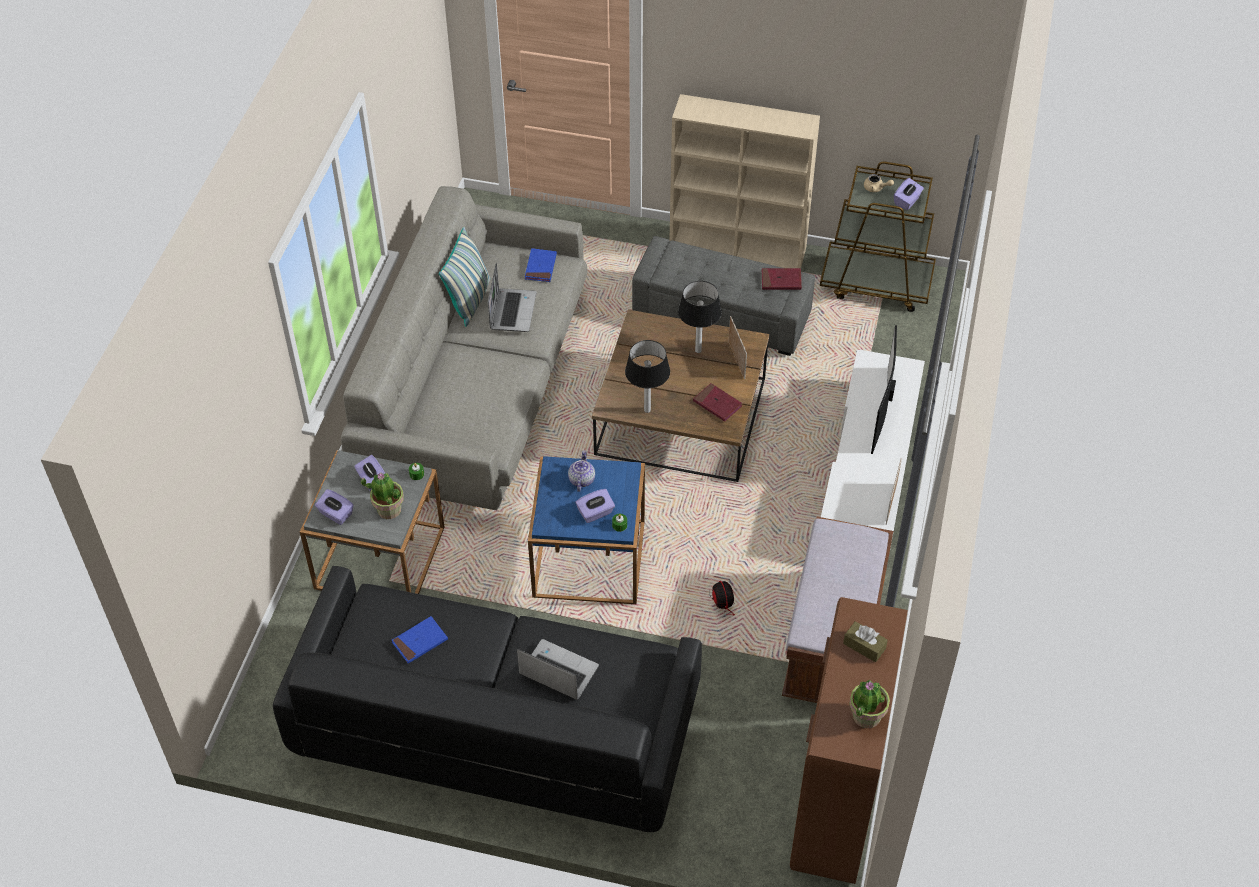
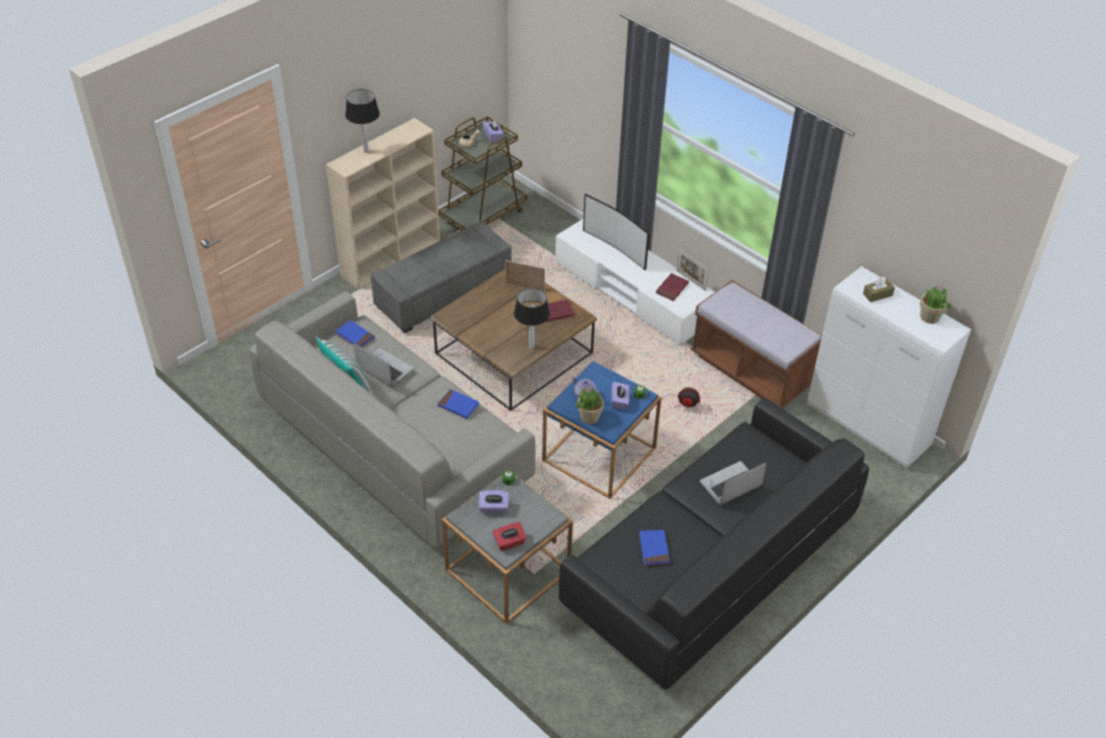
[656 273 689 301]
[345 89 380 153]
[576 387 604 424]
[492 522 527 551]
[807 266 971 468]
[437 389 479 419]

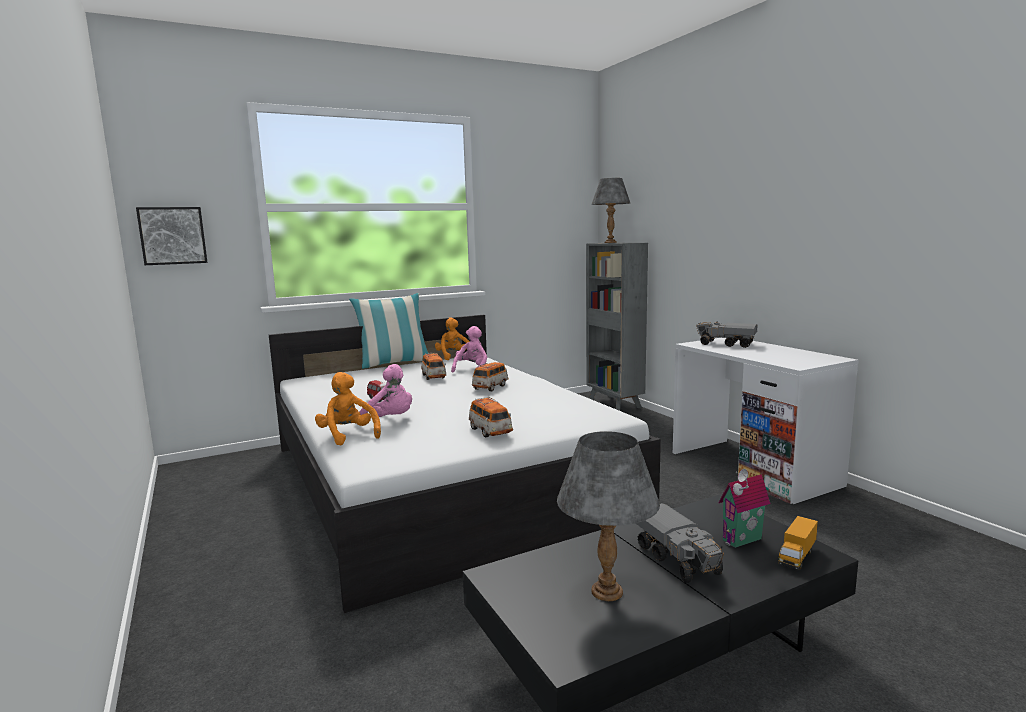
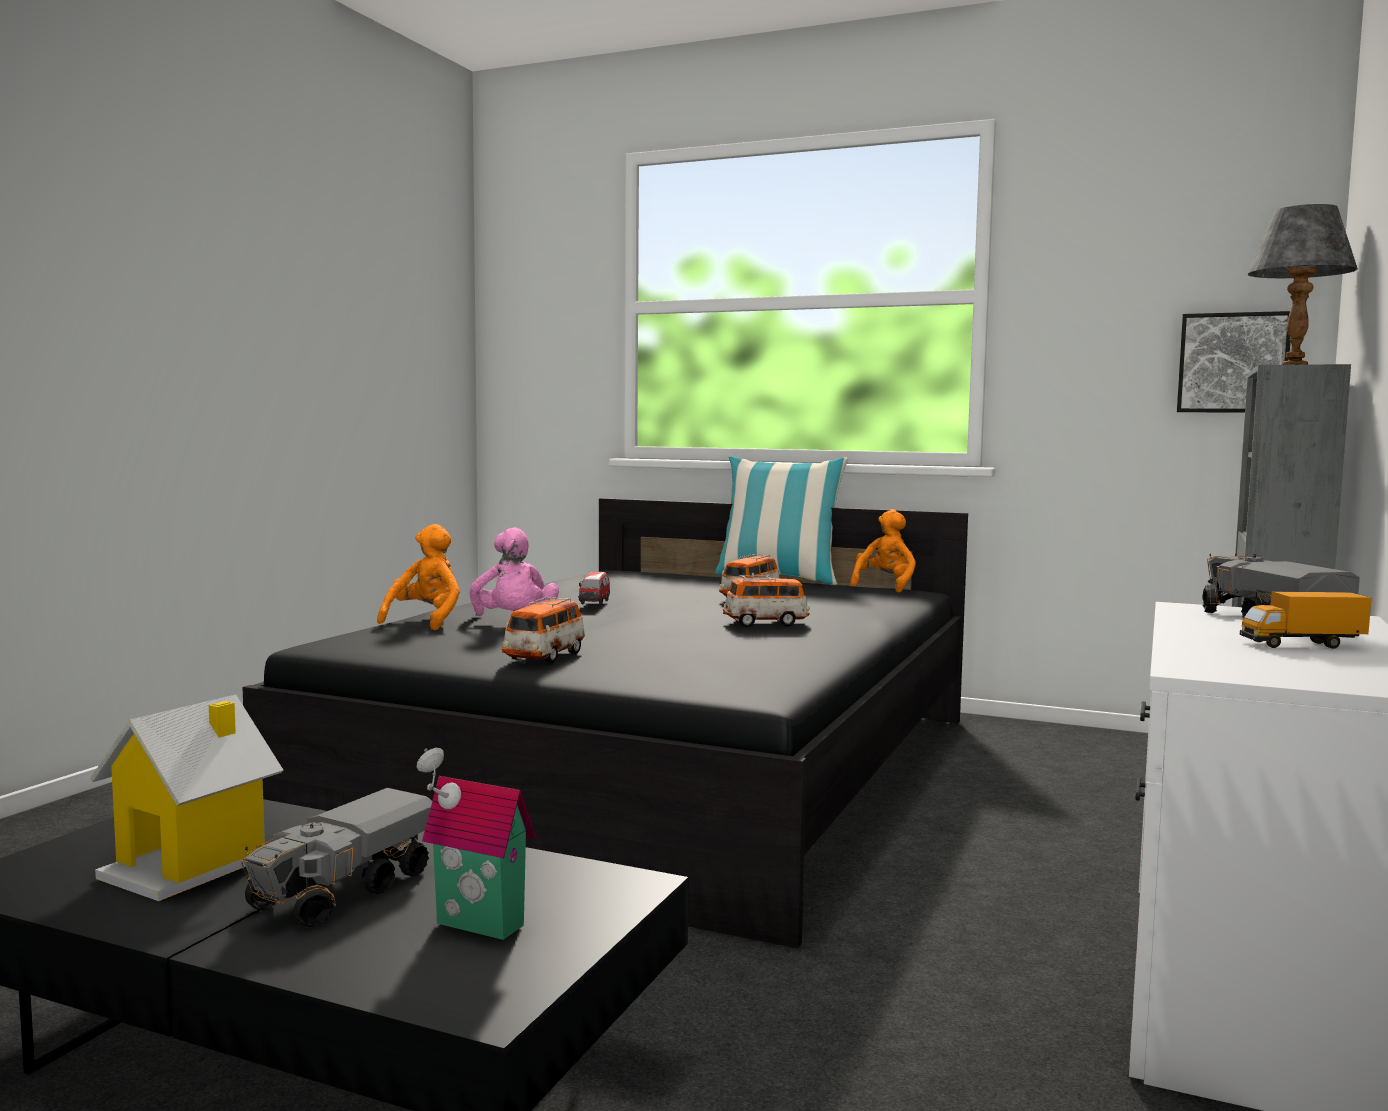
[1177 311 1290 413]
[242 498 968 948]
[451 326 487 373] (first image)
[90 695 283 901]
[1240 592 1371 649]

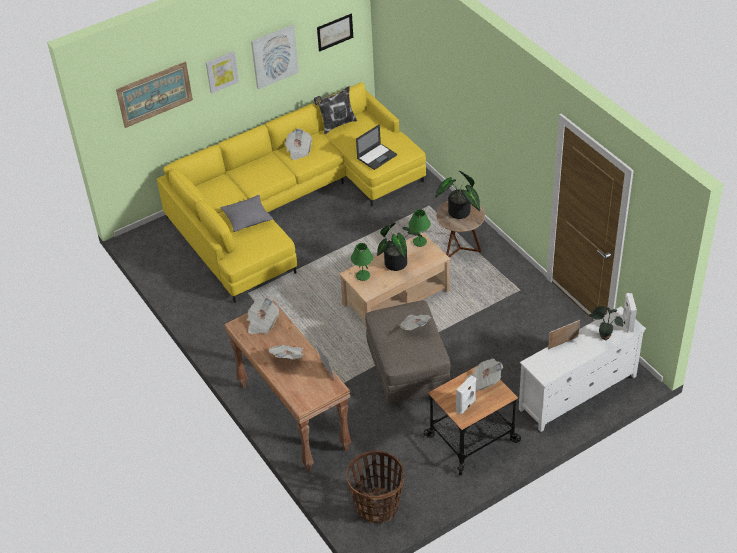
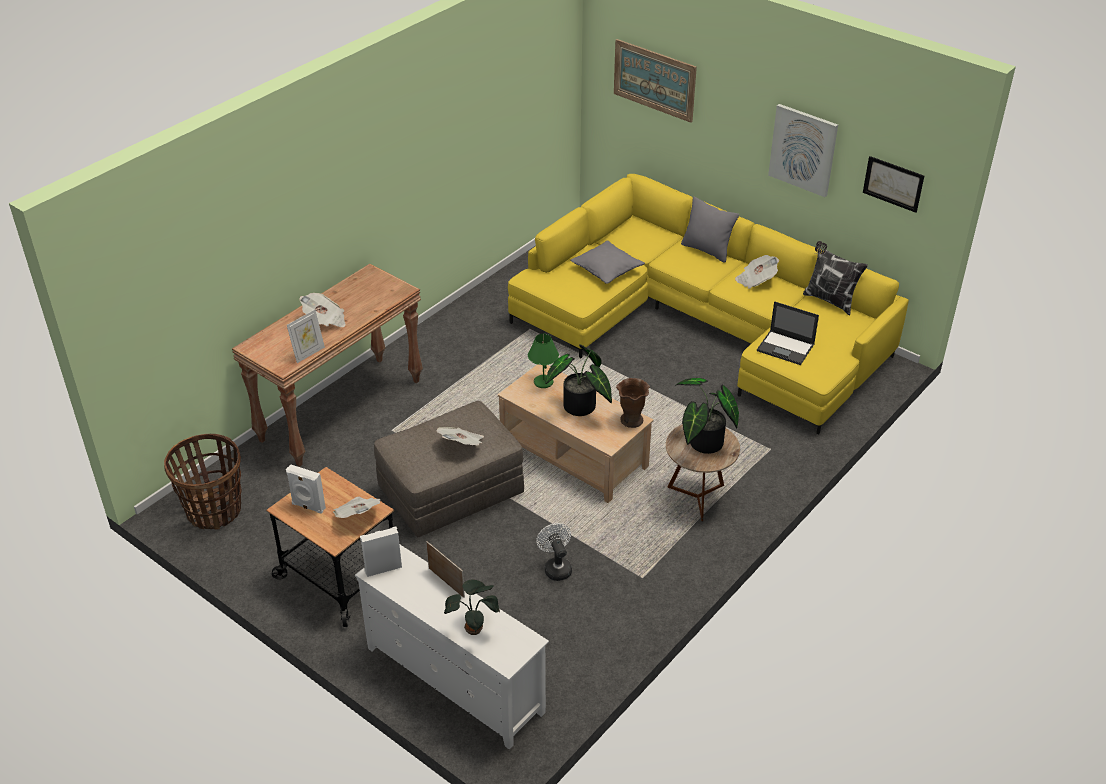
[206 51 239 93] (first image)
[616 378 650 428]
[360 527 402 577]
[247 297 279 334] (first image)
[681 197 739 262]
[536 523 572 581]

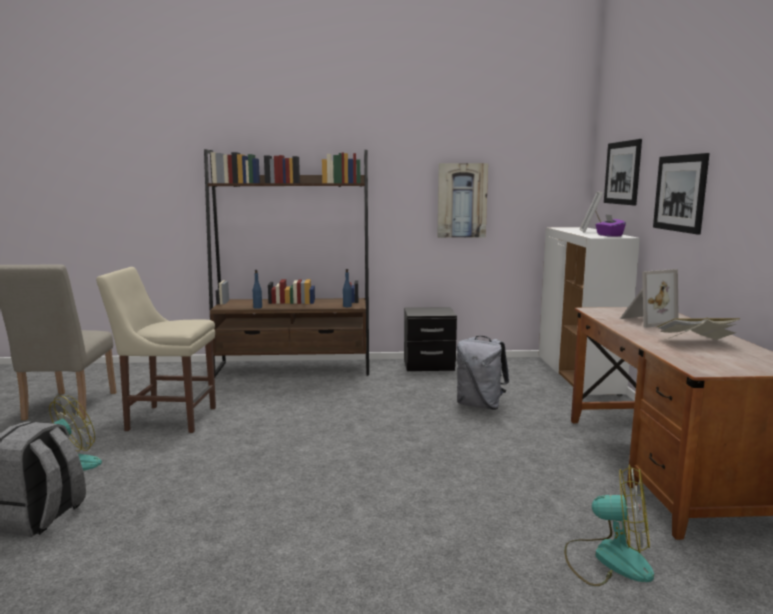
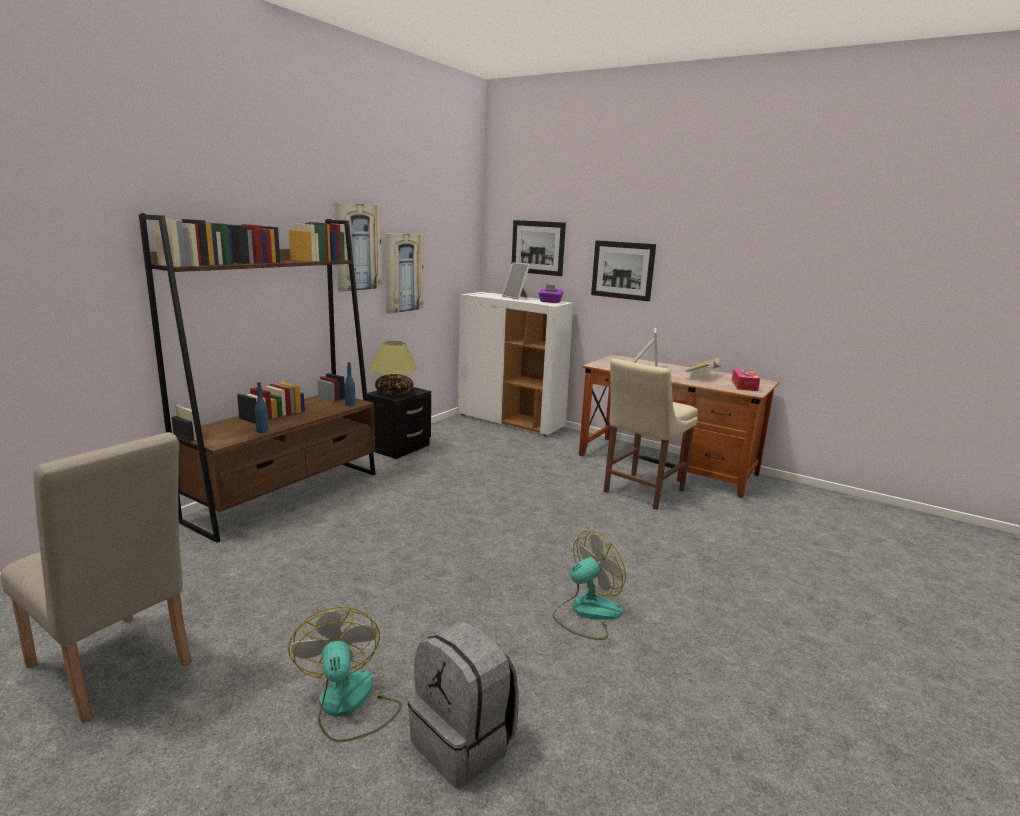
[604 358 698 510]
[457 336 509 410] (first image)
[553 531 626 640]
[335 203 382 292]
[370 341 418 395]
[732 369 760 391]

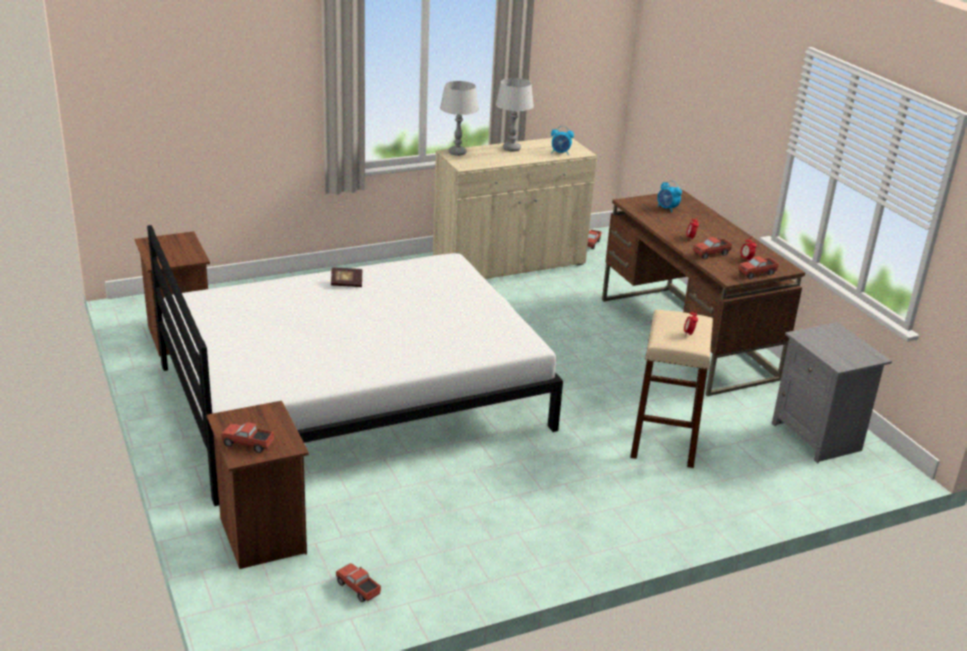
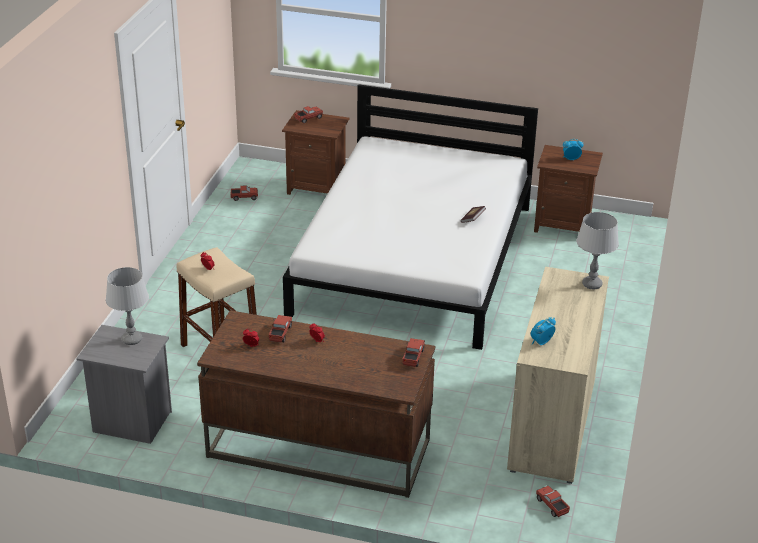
[106 267 149 345]
[563 139 583 160]
[402 338 425 367]

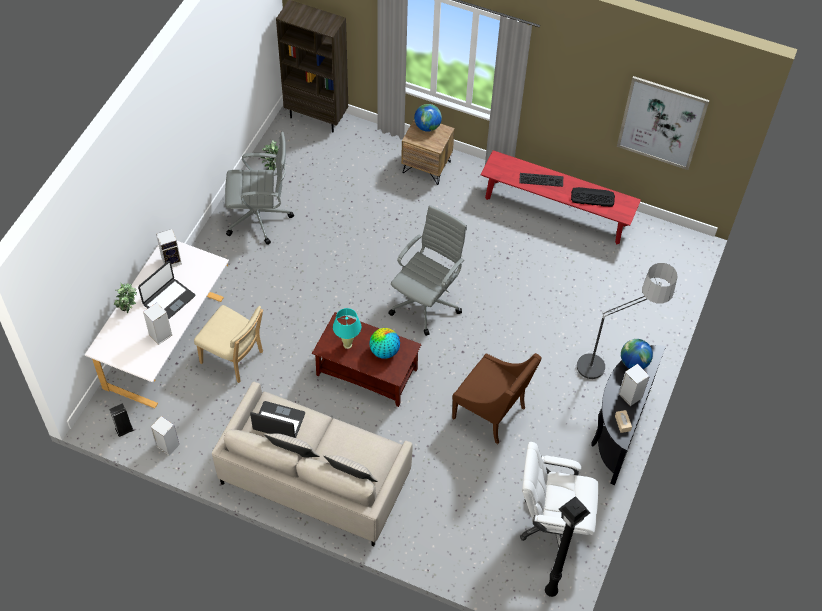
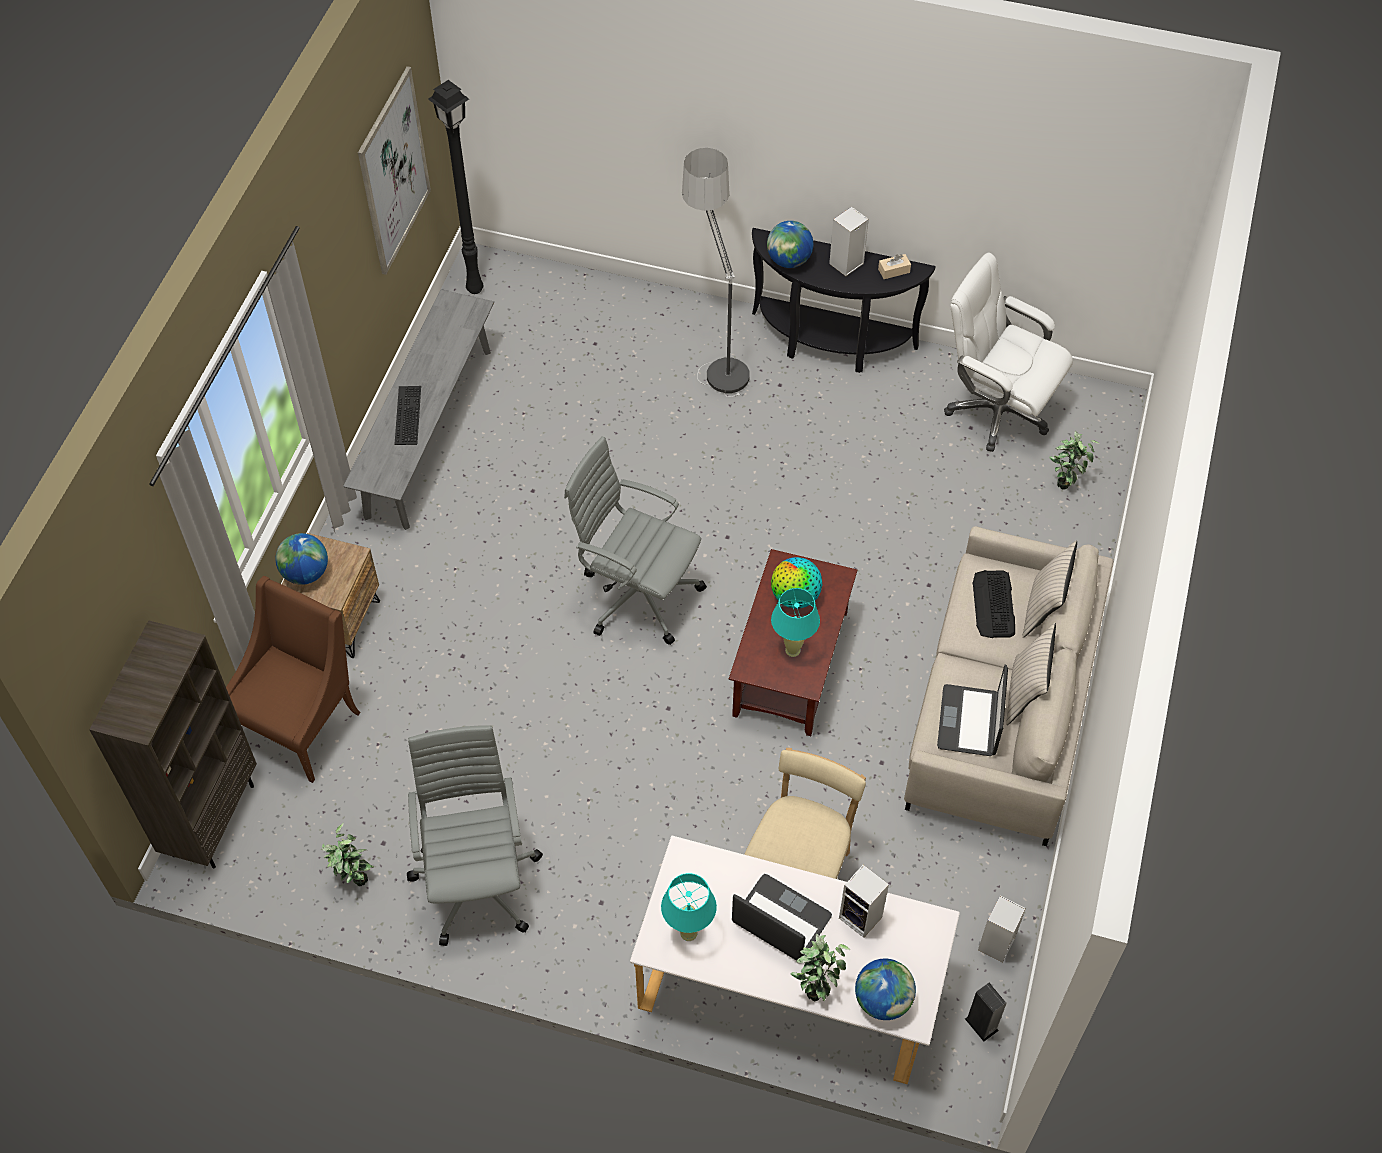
[343 290 494 530]
[972 570 1015 638]
[661 873 717 941]
[226 576 360 783]
[944 253 1073 452]
[428 80 484 294]
[1049 431 1100 490]
[855 959 916 1020]

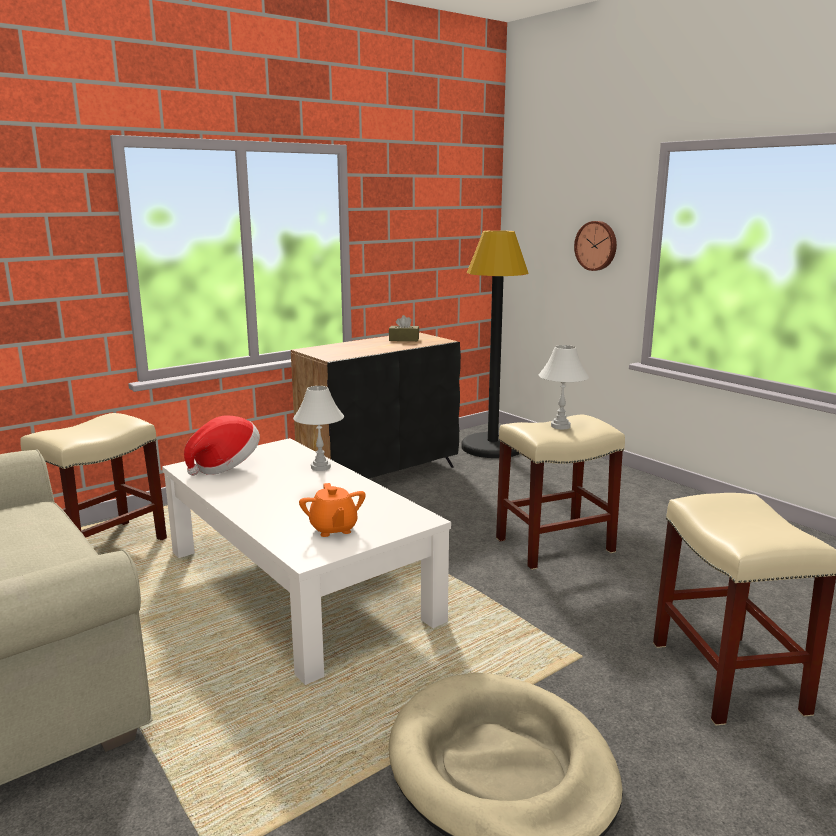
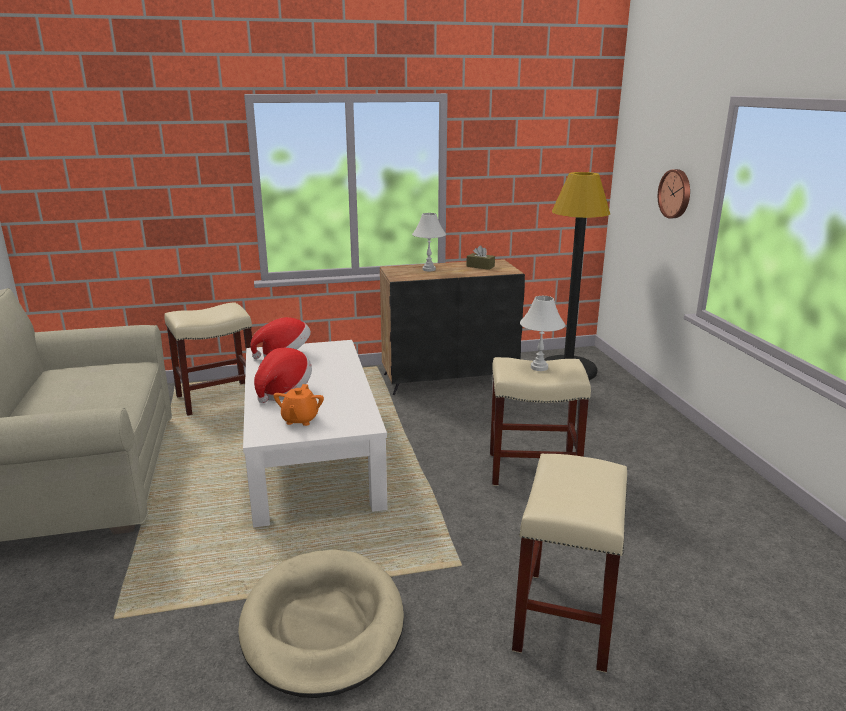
[412 213 446 271]
[254 348 312 403]

